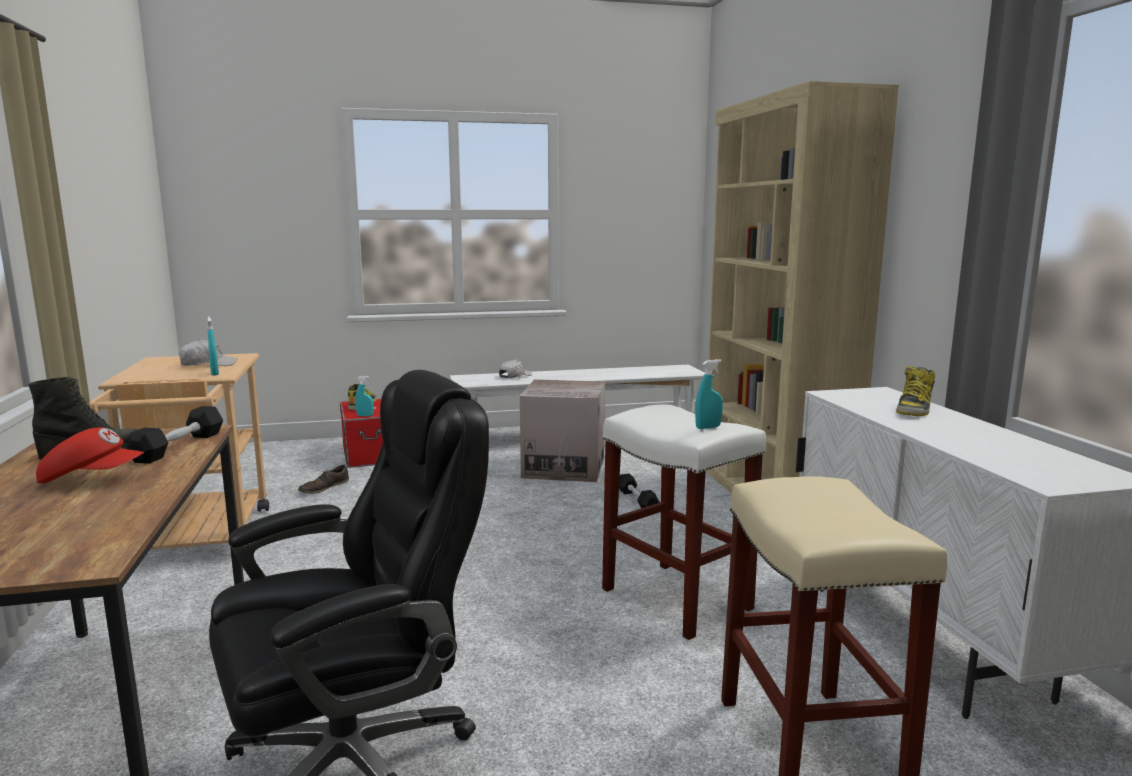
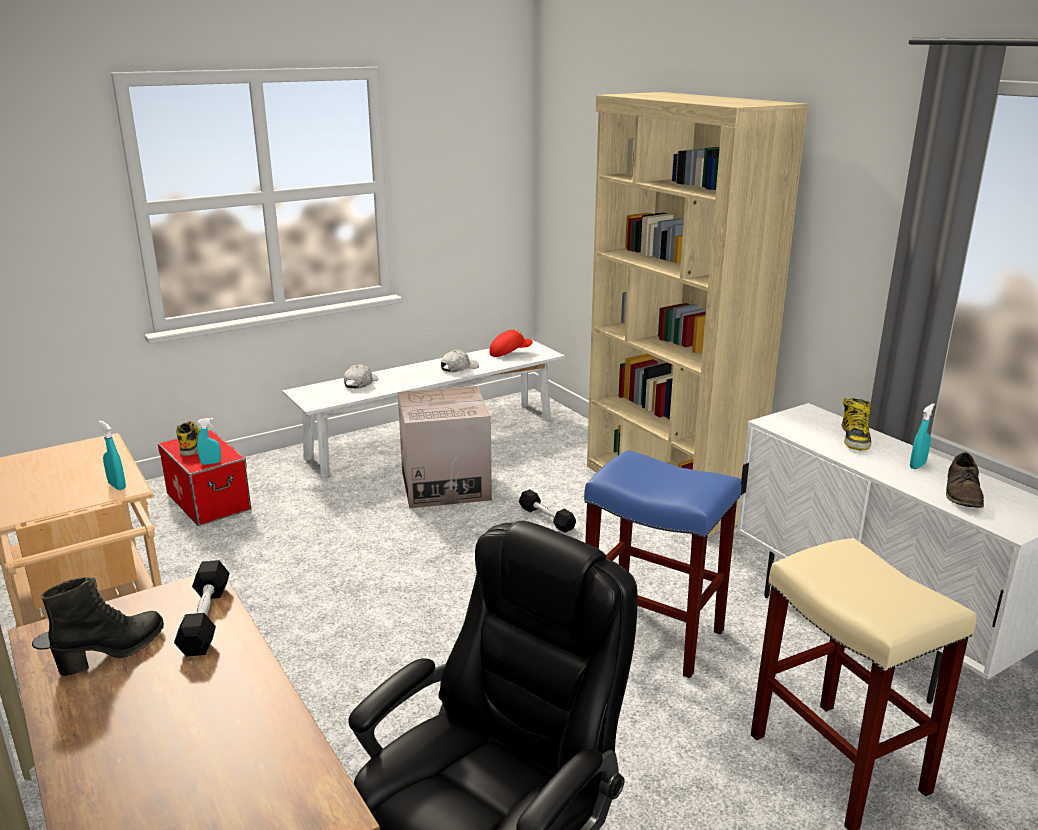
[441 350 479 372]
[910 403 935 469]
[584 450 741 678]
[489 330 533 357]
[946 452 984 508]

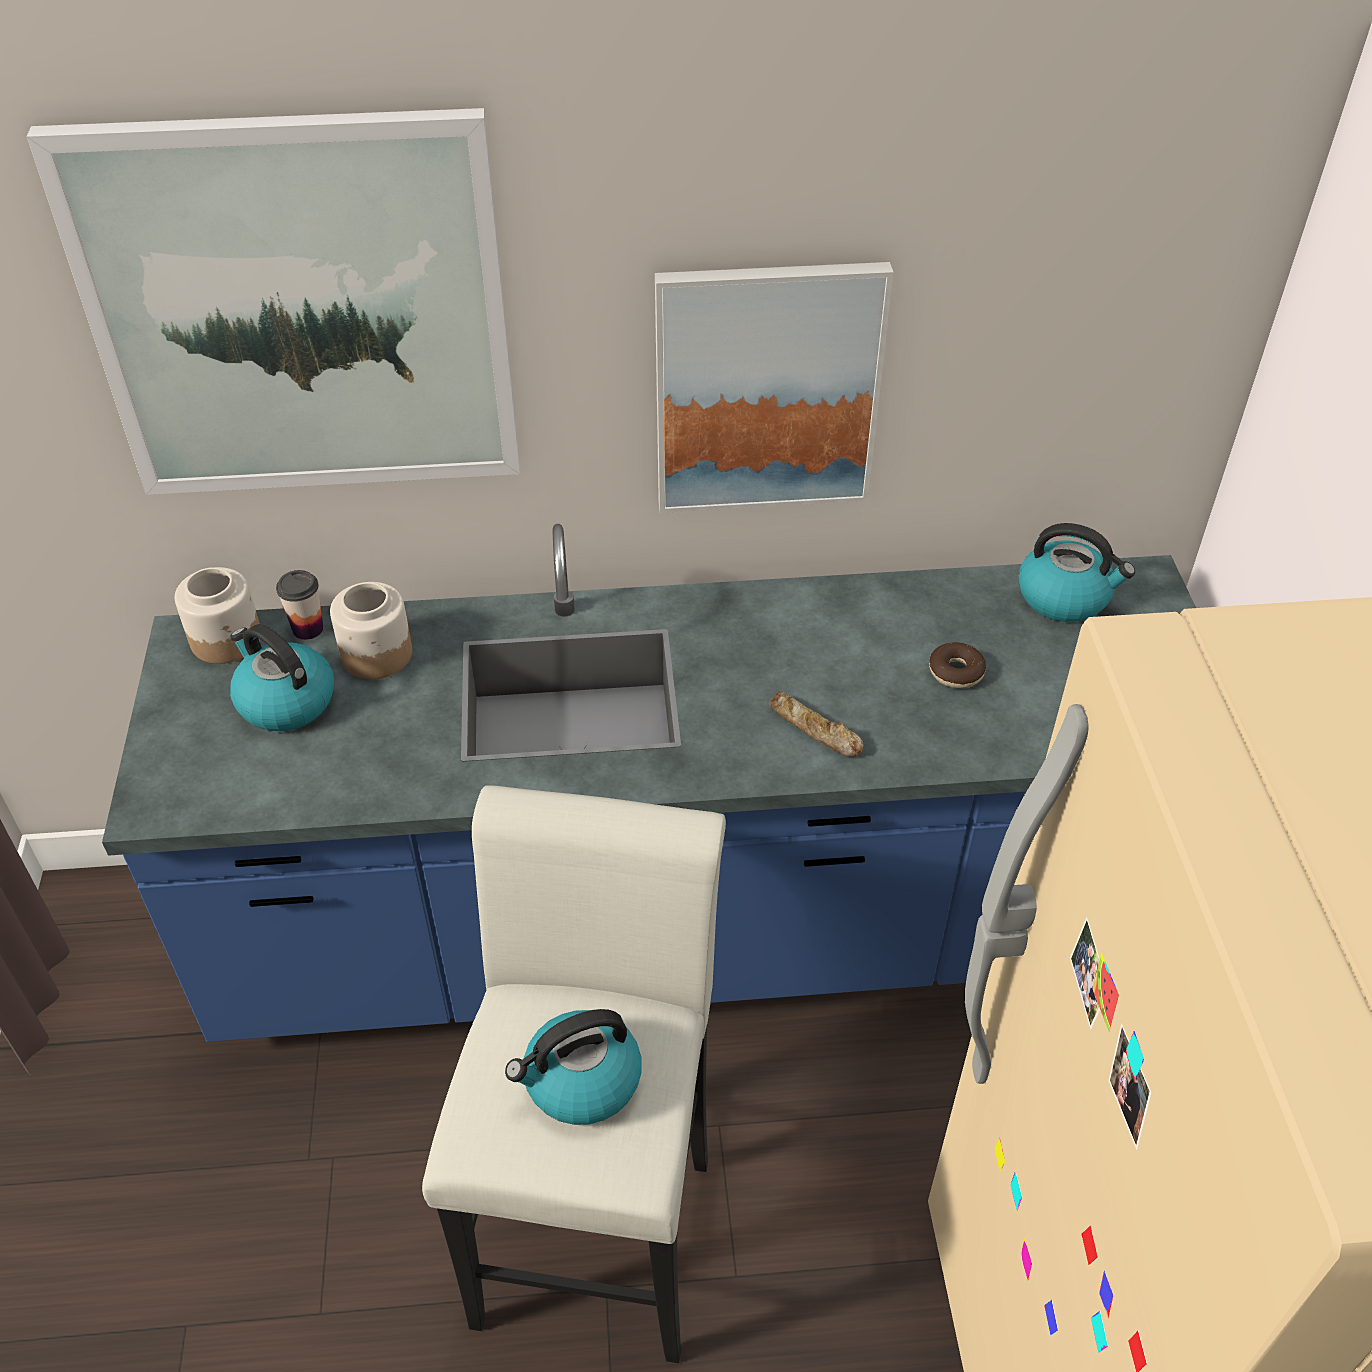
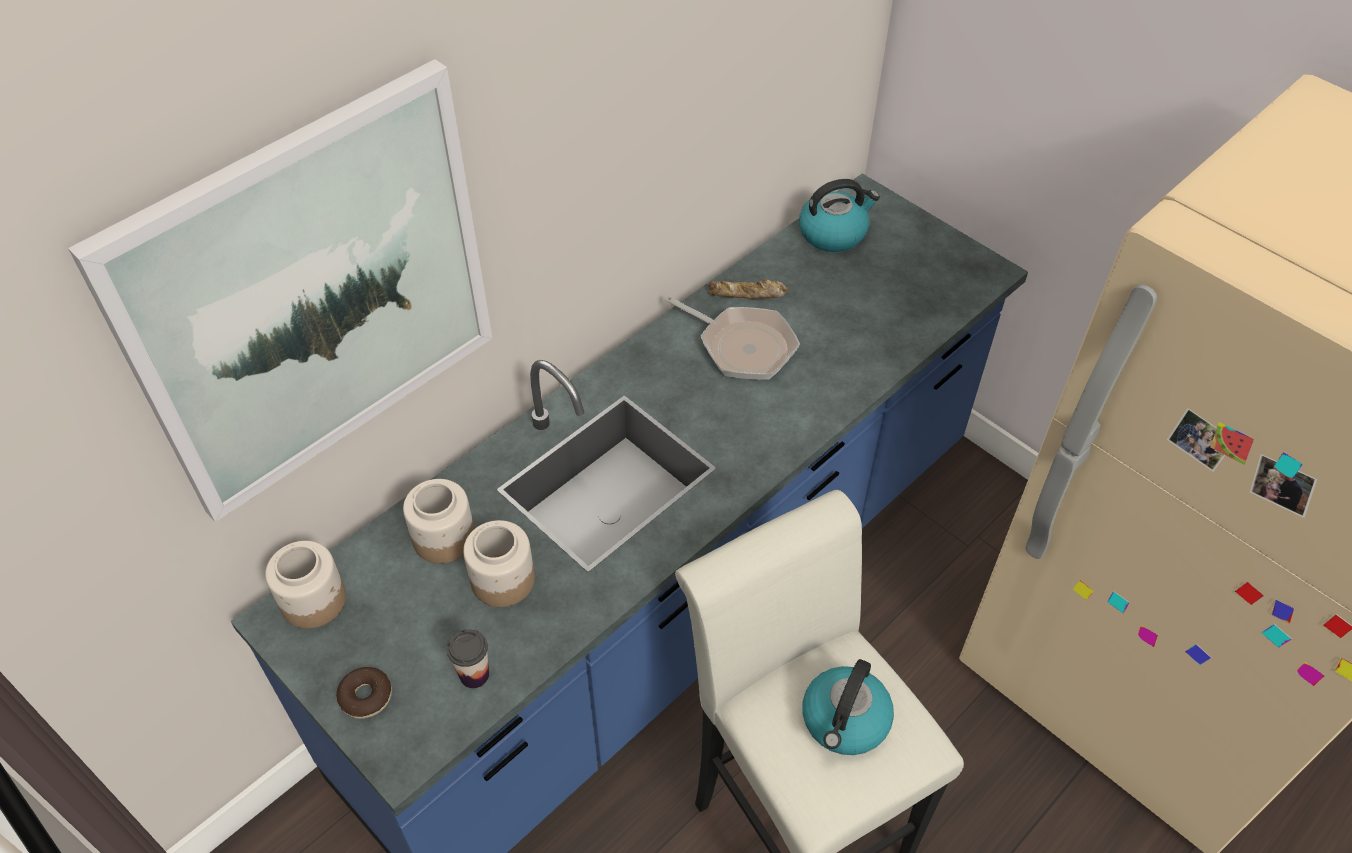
[655 262 894 513] (first image)
[447 629 489 688]
[230 624 334 731] (first image)
[336 667 392 719]
[708 279 788 299]
[664 296 800 380]
[463 520 535 607]

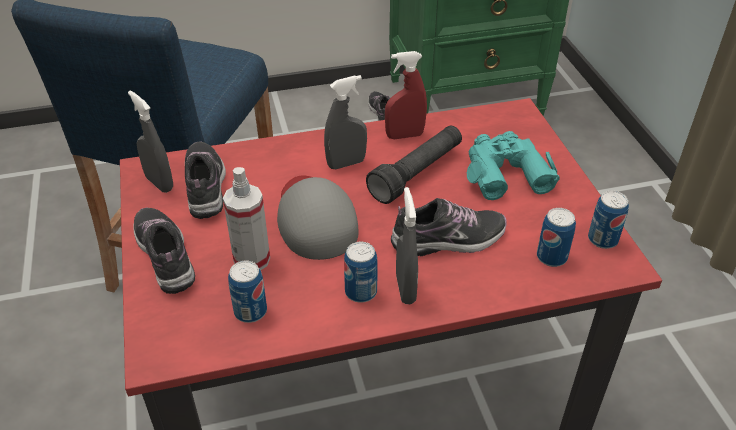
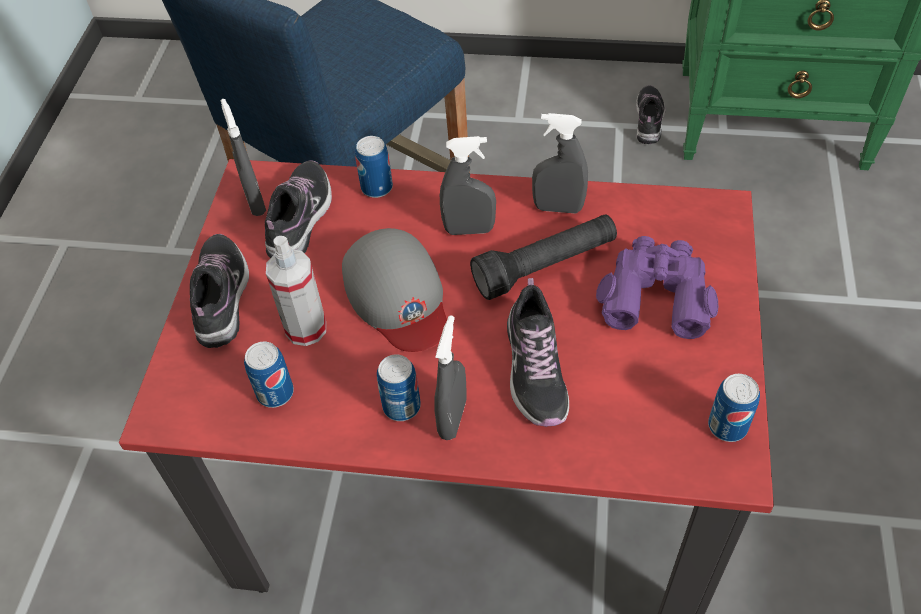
[532 113 588 214]
[596 236 718 339]
[342 228 447 352]
[507 278 569 427]
[355 136 393 198]

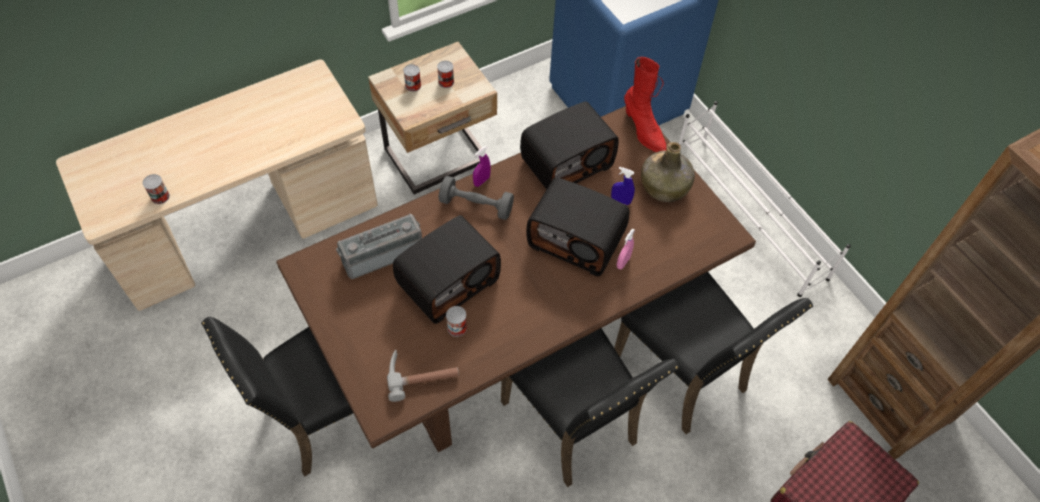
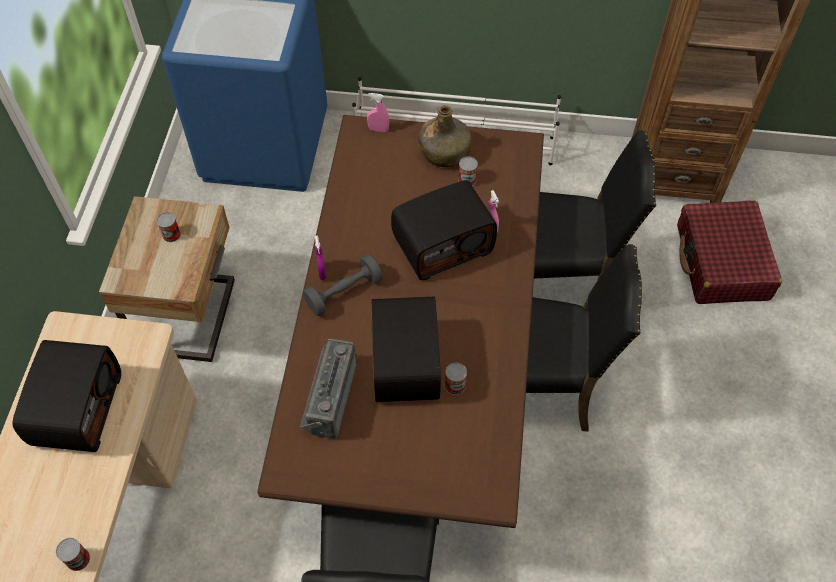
[367 93 389 132]
[458 156 478 186]
[12 340 121 452]
[611 167 635 205] (first image)
[387 350 459 402] (first image)

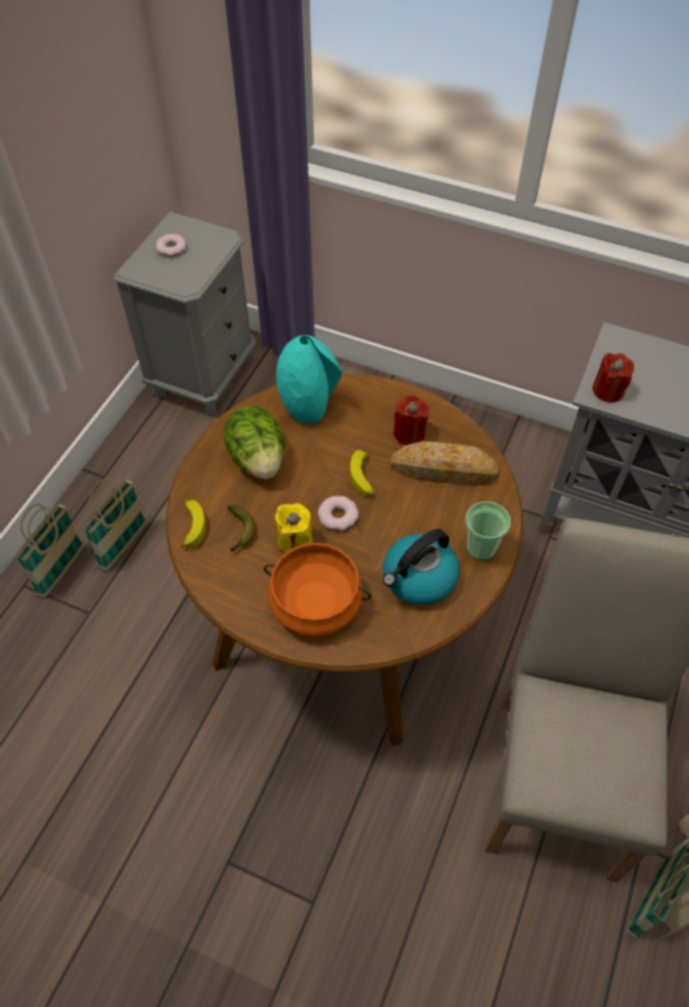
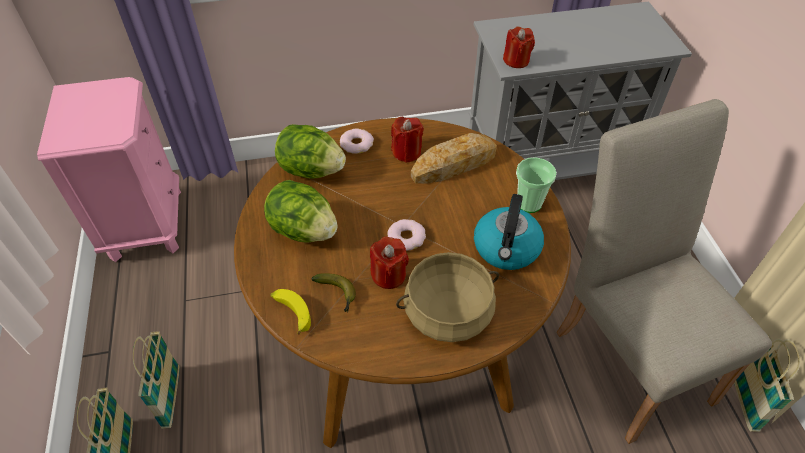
[37 77 181 262]
[340 128 374 154]
[275 124 346 179]
[350 450 374 495] (first image)
[370 237 409 289]
[396 252 499 342]

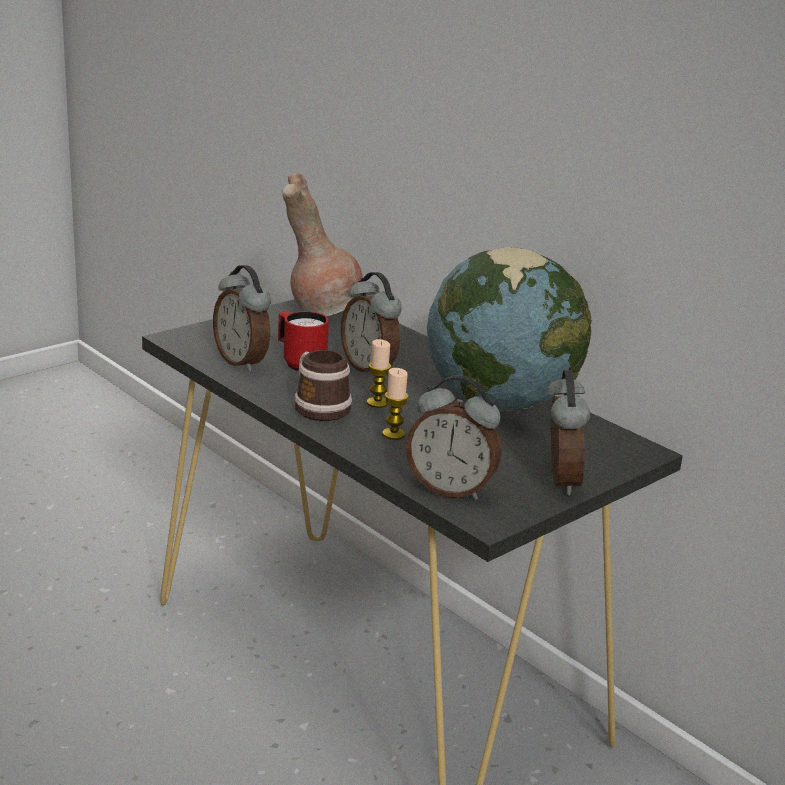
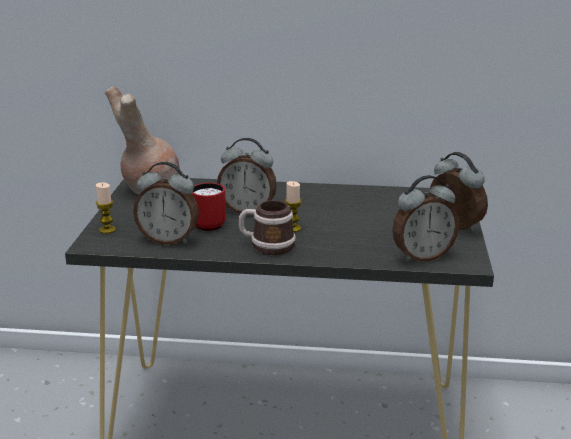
[427 247 592 411] (first image)
[96 183 116 234]

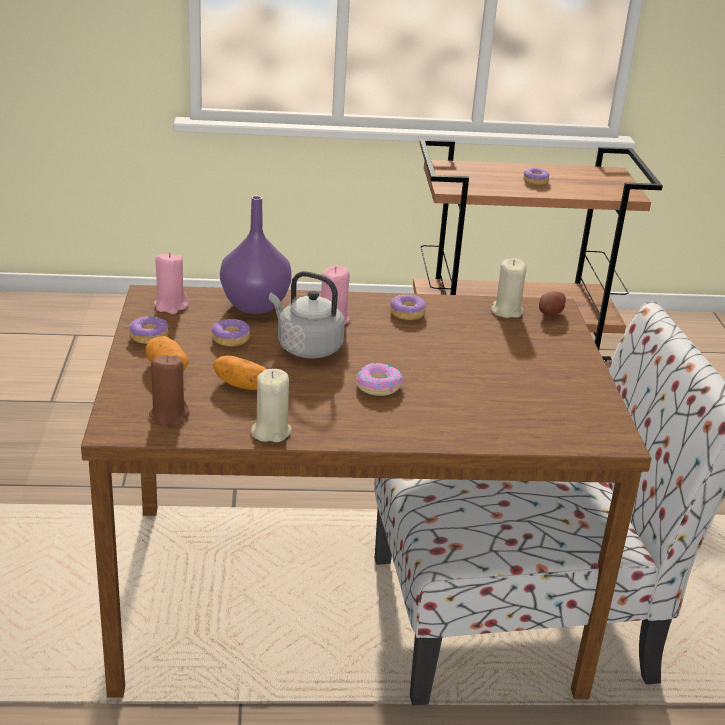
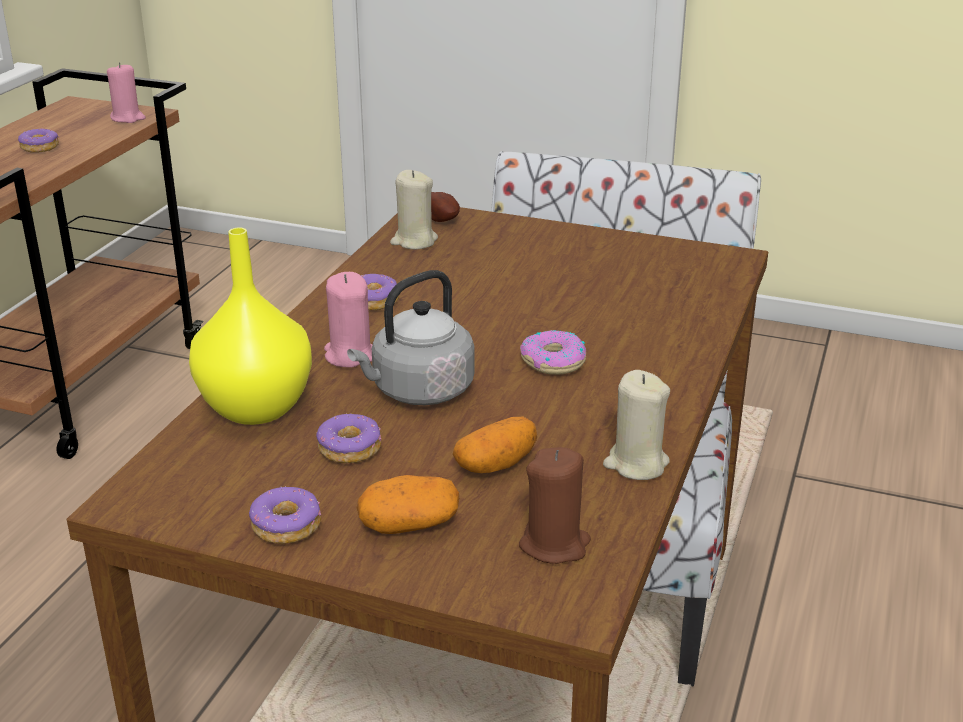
[189 228 312 425]
[107 62 146 123]

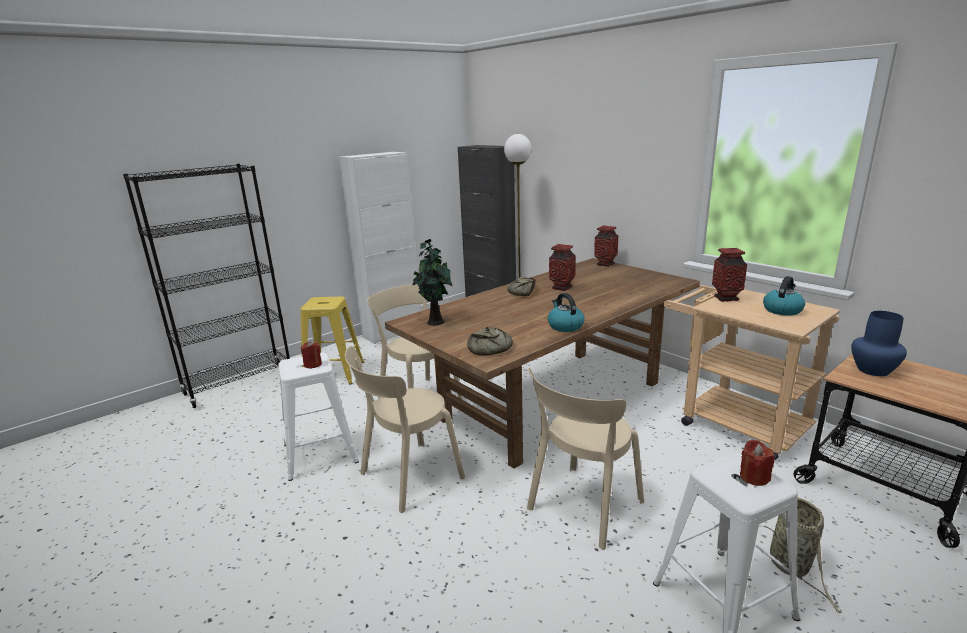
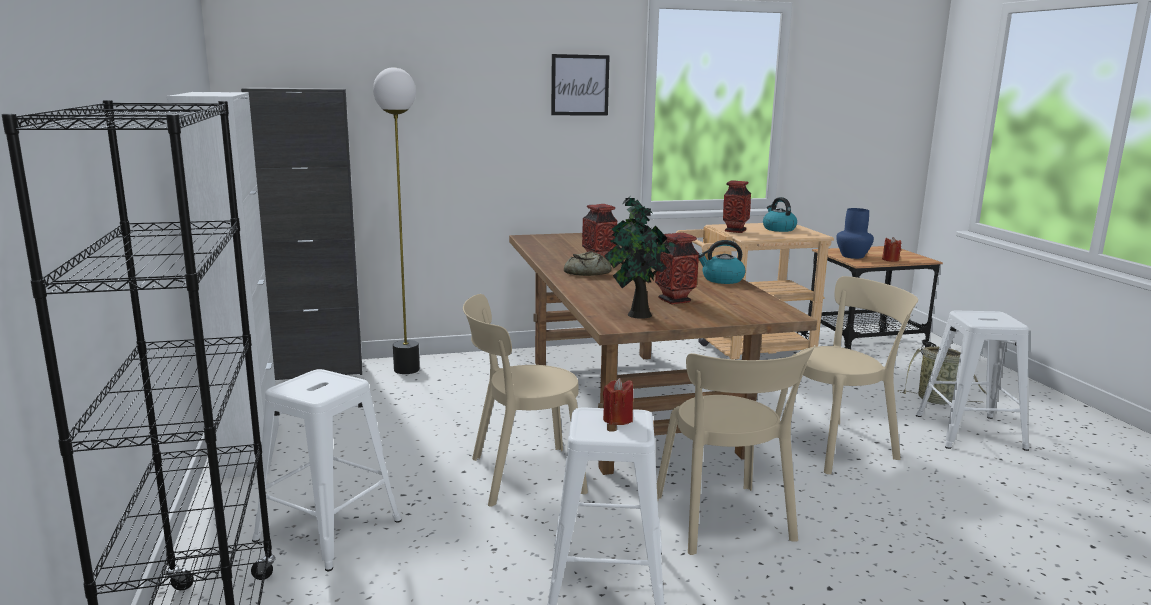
[655 233 699 304]
[252 369 402 571]
[467 327 513 355] (first image)
[776 276 918 474]
[882 237 901 262]
[551 54 610 116]

